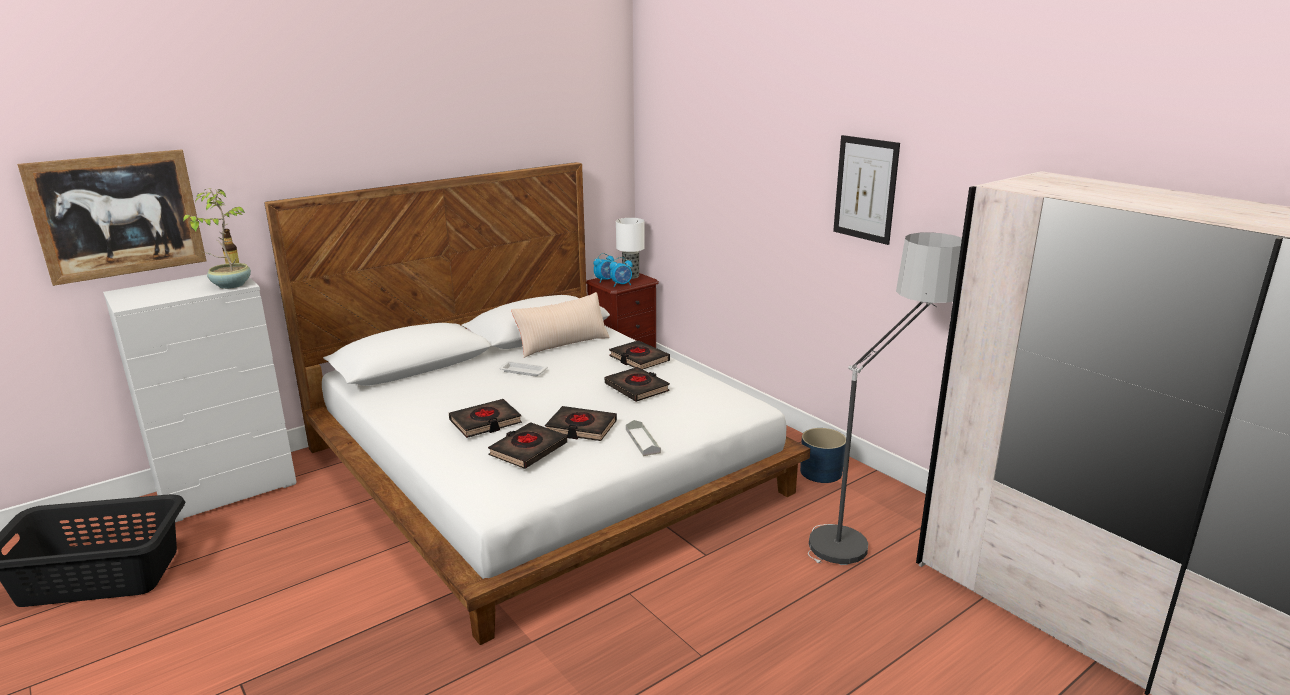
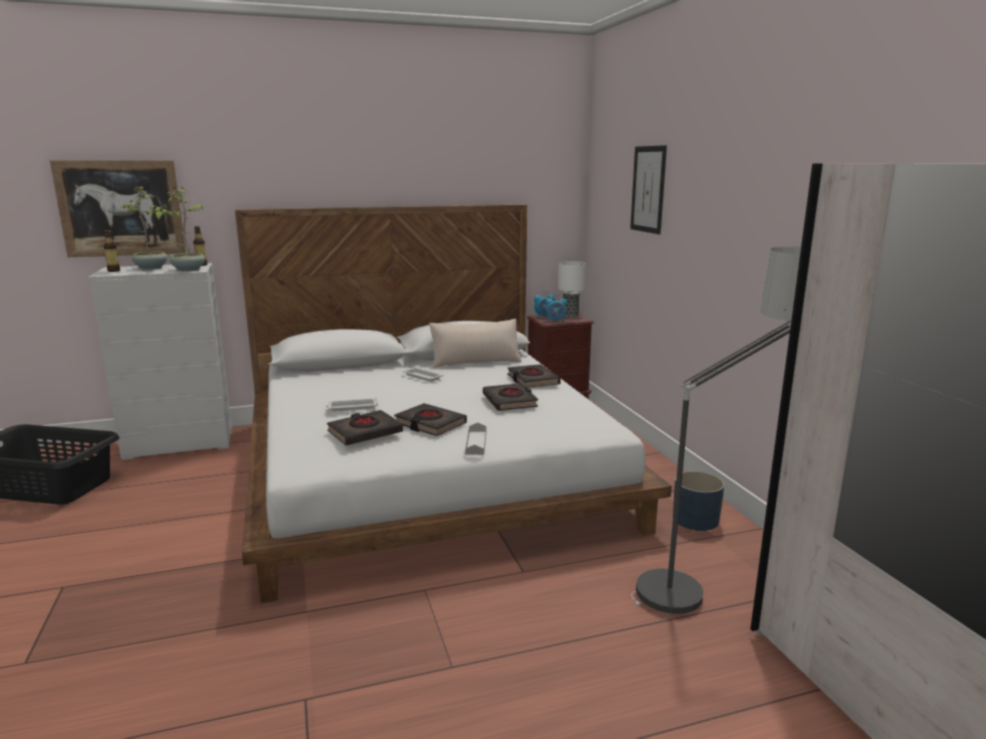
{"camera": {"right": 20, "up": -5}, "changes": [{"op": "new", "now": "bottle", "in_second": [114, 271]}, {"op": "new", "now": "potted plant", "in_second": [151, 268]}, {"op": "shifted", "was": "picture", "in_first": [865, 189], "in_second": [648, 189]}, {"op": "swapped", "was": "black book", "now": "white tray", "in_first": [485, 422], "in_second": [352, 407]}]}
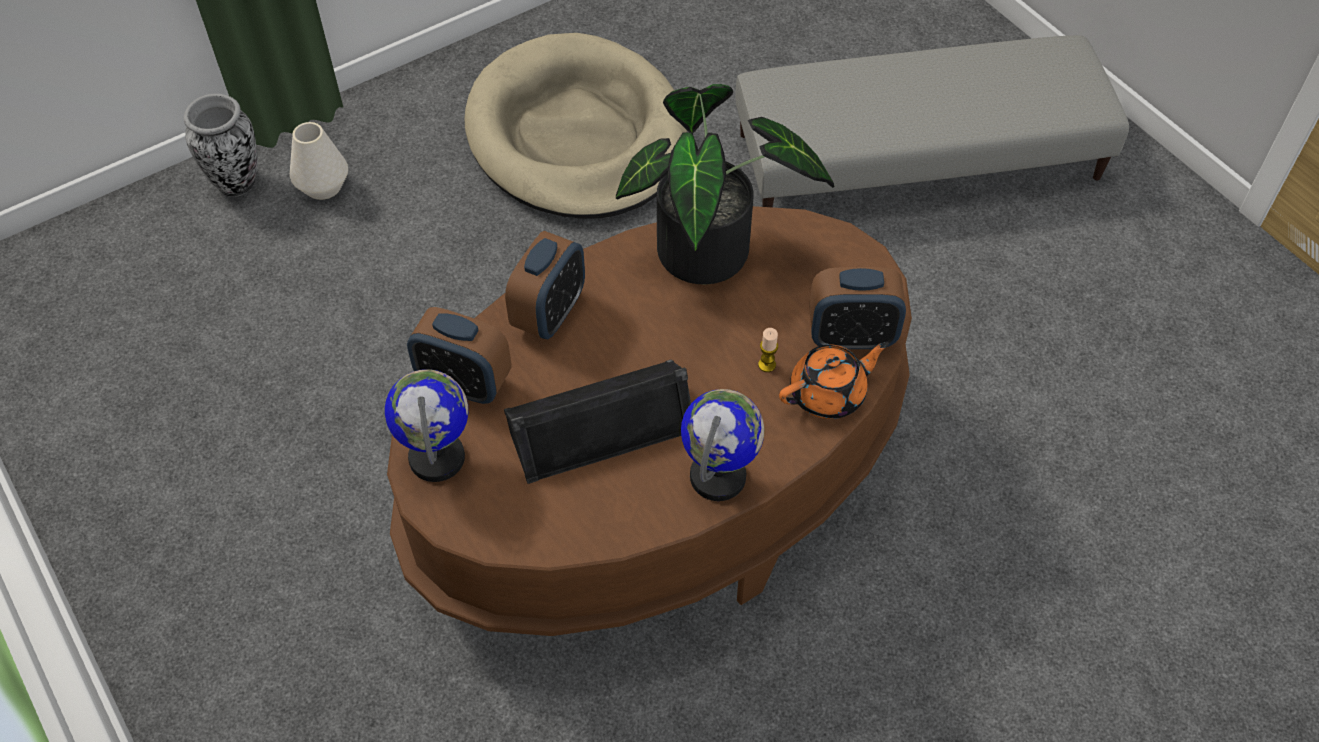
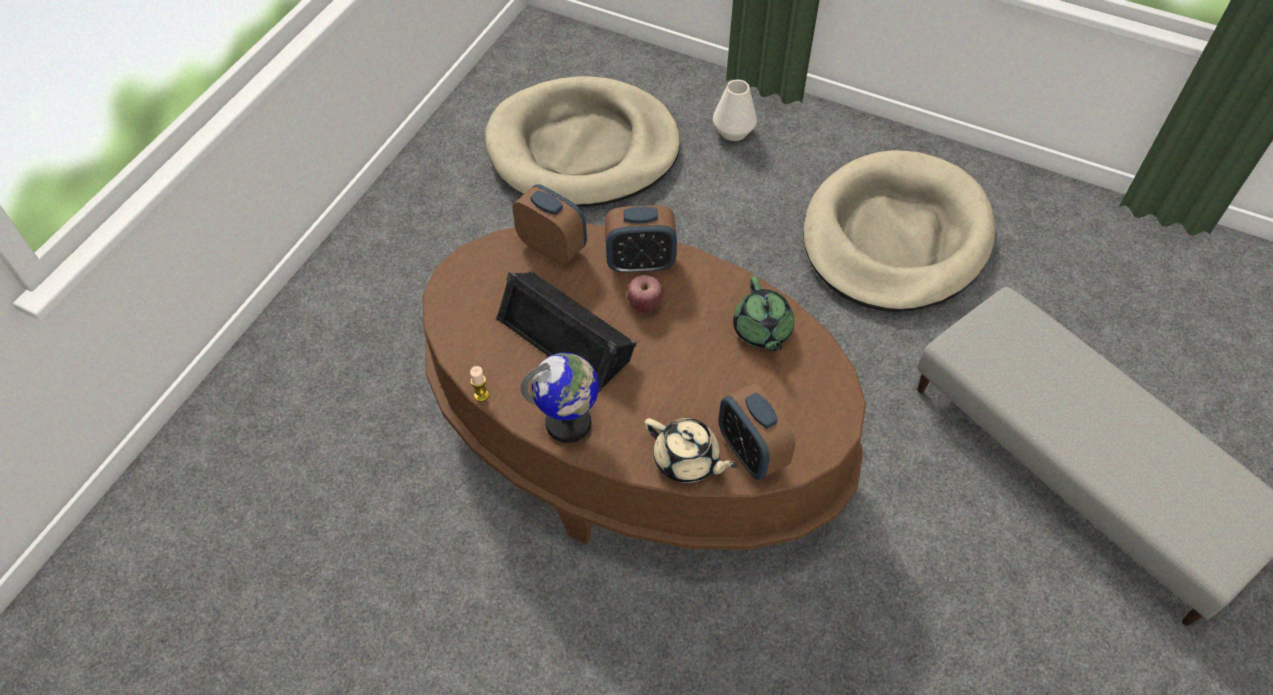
{"camera": {"right": 60, "up": 0}, "changes": [{"op": "gone", "was": "vase", "in_first": [238, 183]}, {"op": "gone", "was": "globe", "in_first": [437, 457]}, {"op": "new", "now": "beige dog bed", "in_second": [583, 149]}, {"op": "new", "now": "apple", "in_second": [645, 304]}, {"op": "shifted", "was": "candle", "in_first": [767, 365], "in_second": [481, 395]}, {"op": "swapped", "was": "potted plant", "now": "green teapot", "in_first": [713, 256], "in_second": [762, 330]}, {"op": "repainted", "was": "orange teapot", "now": "beige teapot", "in_first": [829, 393], "in_second": [687, 460]}, {"op": "rotated", "was": "alarm clock", "in_first": [464, 383], "in_second": [552, 247], "clockwise": 135}]}
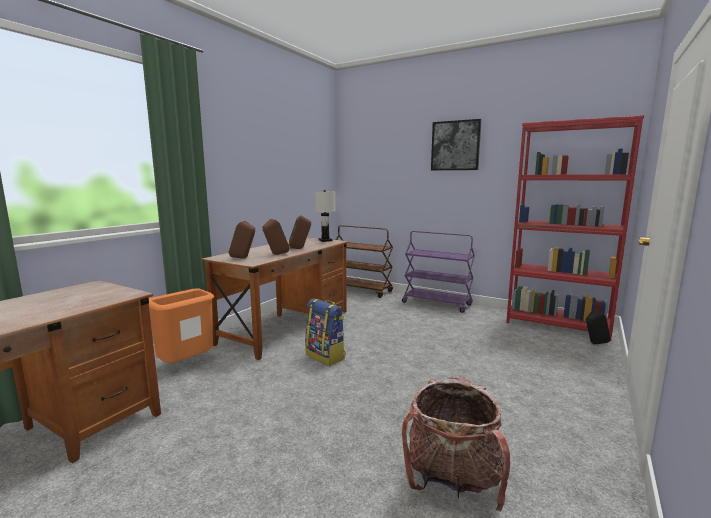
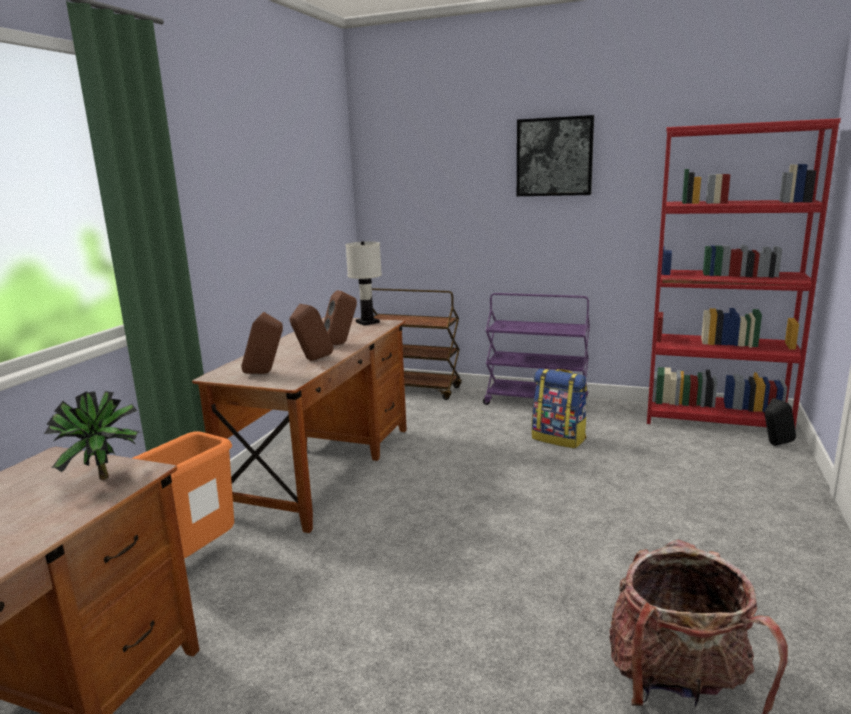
{"camera": {"right": -10, "up": 5}, "changes": [{"op": "new", "now": "potted plant", "in_second": [104, 480]}, {"op": "shifted", "was": "backpack", "in_first": [326, 356], "in_second": [559, 439]}]}
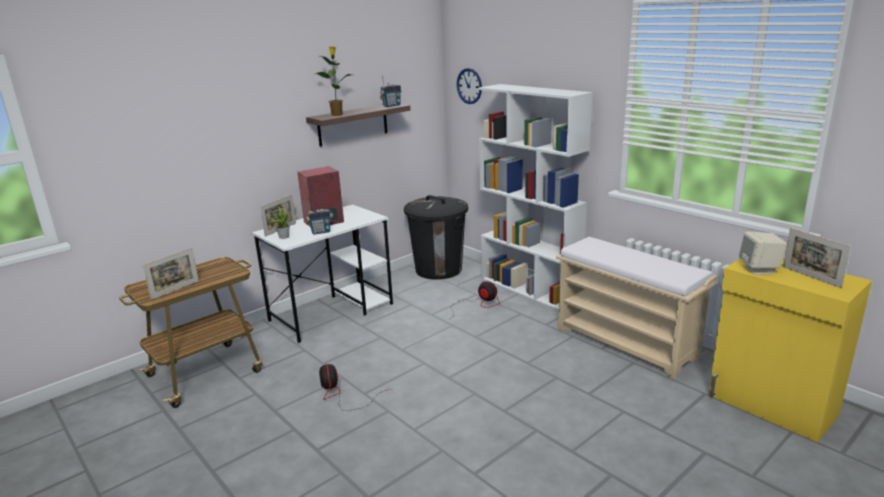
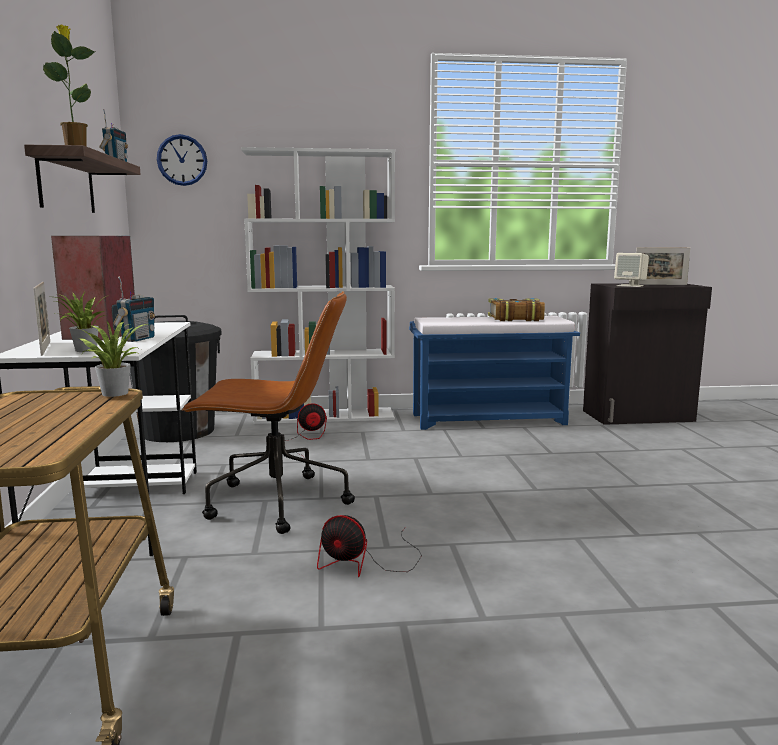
{"camera": {"right": -55, "up": -10}, "changes": [{"op": "gone", "was": "picture frame", "in_first": [175, 290]}, {"op": "new", "now": "potted plant", "in_second": [114, 393]}, {"op": "new", "now": "brown office chair", "in_second": [275, 503]}, {"op": "new", "now": "book", "in_second": [514, 318]}, {"op": "repainted", "was": "beige bench", "now": "blue bench", "in_first": [627, 343], "in_second": [489, 419]}, {"op": "repainted", "was": "yellow cabinet", "now": "black cabinet", "in_first": [771, 406], "in_second": [639, 416]}]}
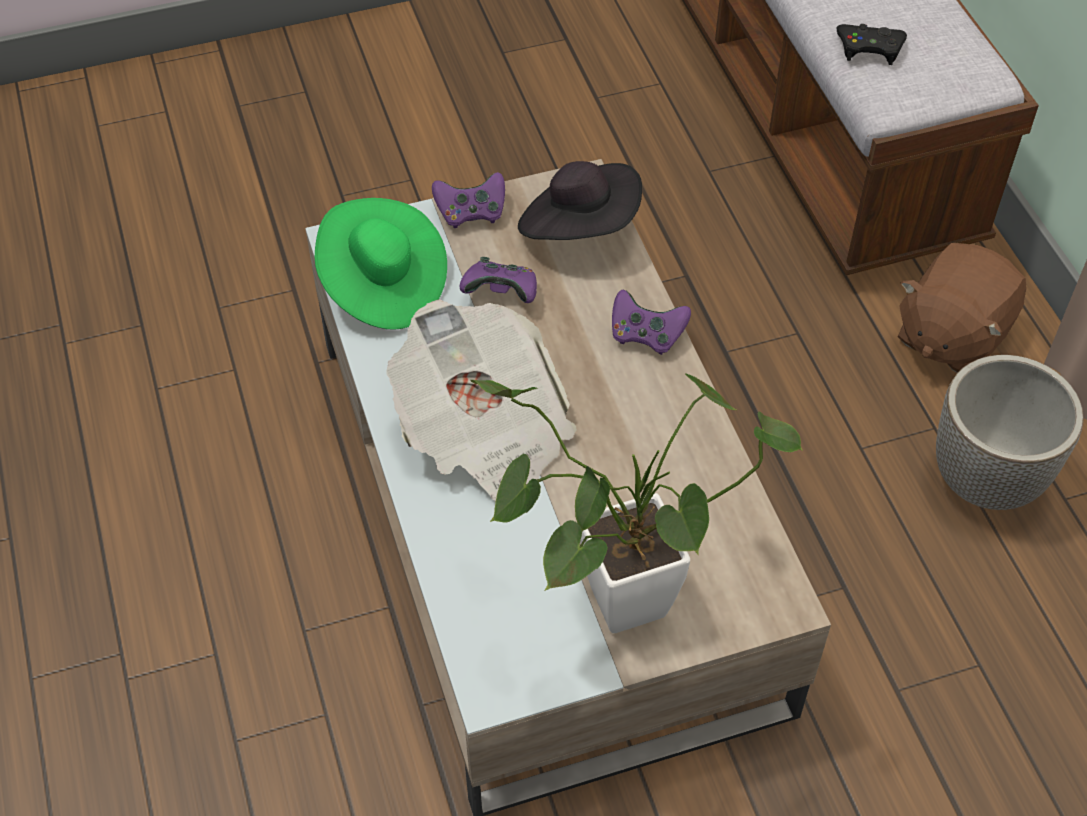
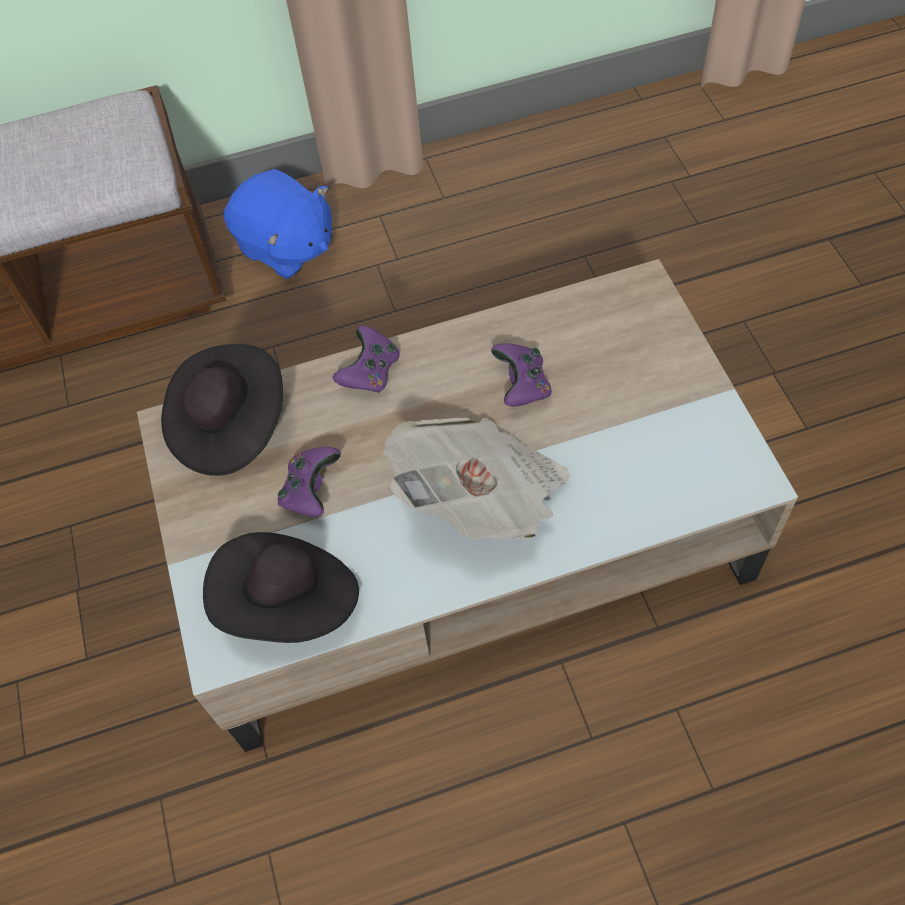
{"camera": {"right": -85, "up": 5}, "changes": [{"op": "gone", "was": "potted plant", "in_first": [609, 607]}, {"op": "gone", "was": "black game controller", "in_first": [869, 48]}, {"op": "gone", "was": "planter", "in_first": [987, 480]}, {"op": "shifted", "was": "purple game controller", "in_first": [471, 213], "in_second": [522, 386]}, {"op": "repainted", "was": "green hat", "now": "black hat", "in_first": [382, 285], "in_second": [290, 603]}, {"op": "repainted", "was": "brown plush toy", "now": "blue plush toy", "in_first": [950, 335], "in_second": [286, 248]}]}
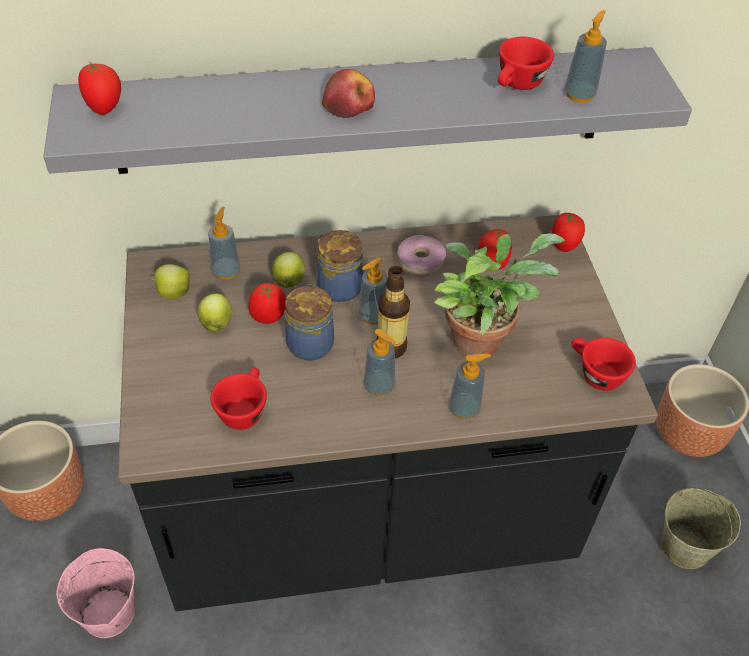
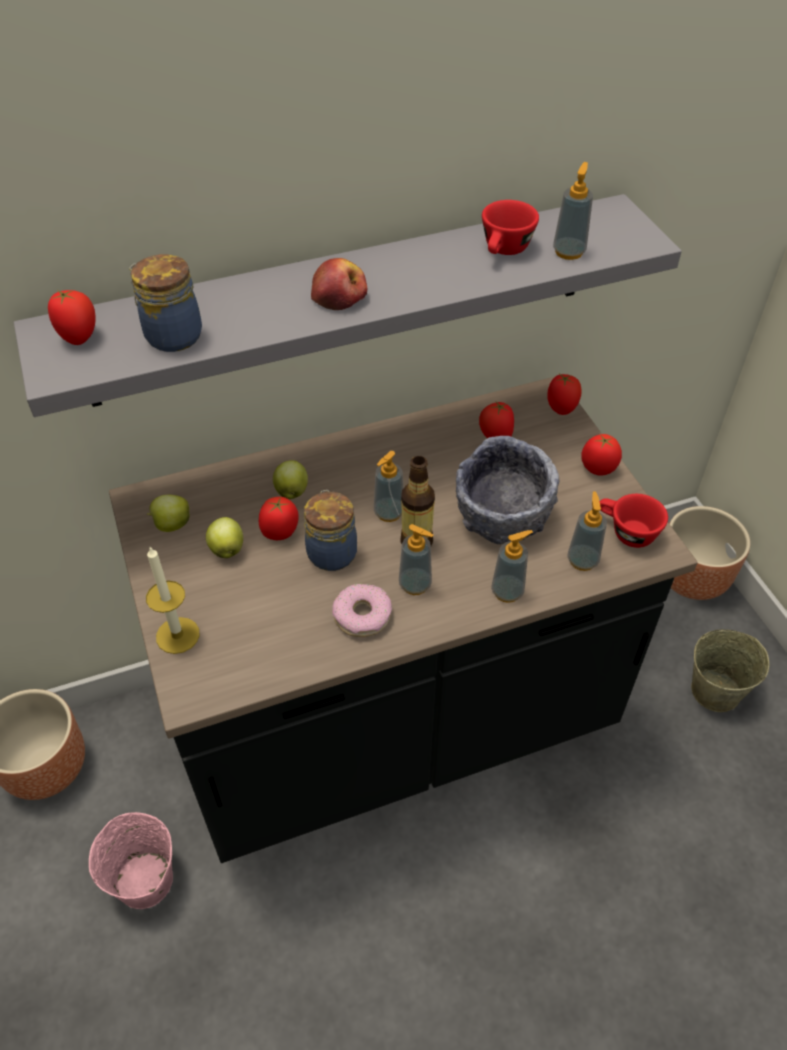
{"camera": {"right": -10, "up": 0}, "changes": [{"op": "gone", "was": "red cup", "in_first": [243, 409]}, {"op": "new", "now": "candle", "in_second": [177, 635]}, {"op": "new", "now": "tomato", "in_second": [598, 469]}, {"op": "shifted", "was": "soap dispenser", "in_first": [226, 271], "in_second": [582, 560]}, {"op": "shifted", "was": "jar", "in_first": [338, 286], "in_second": [171, 335]}, {"op": "shifted", "was": "donut", "in_first": [420, 260], "in_second": [362, 615]}, {"op": "swapped", "was": "potted plant", "now": "grey bowl", "in_first": [480, 337], "in_second": [503, 516]}]}
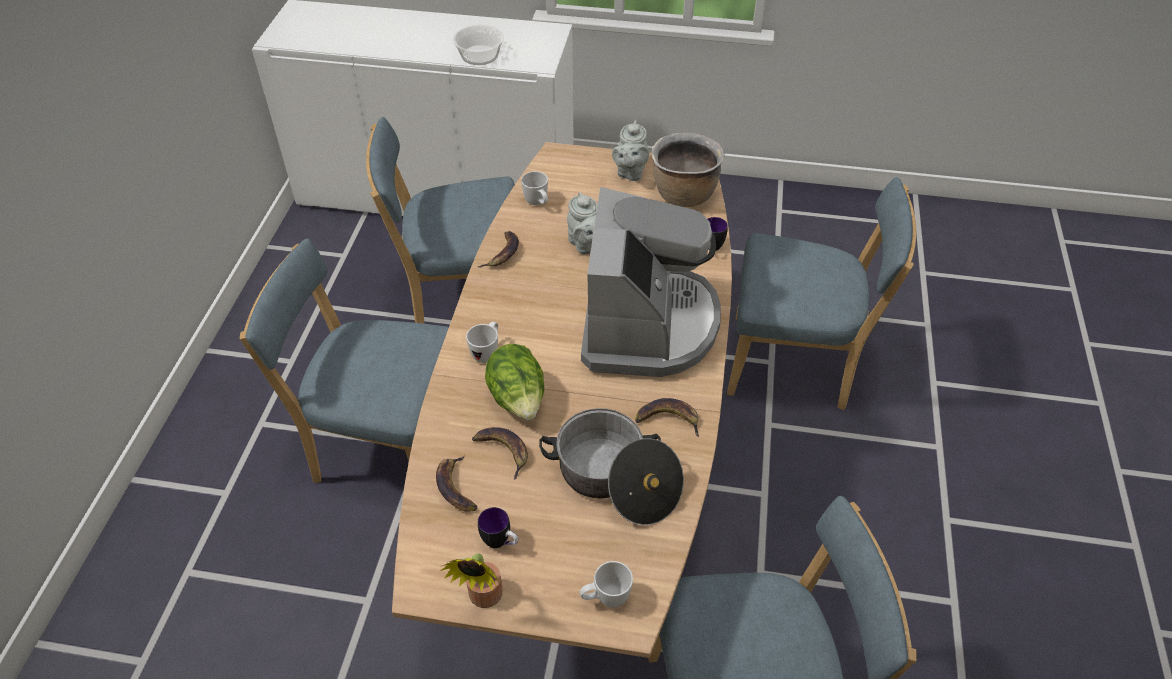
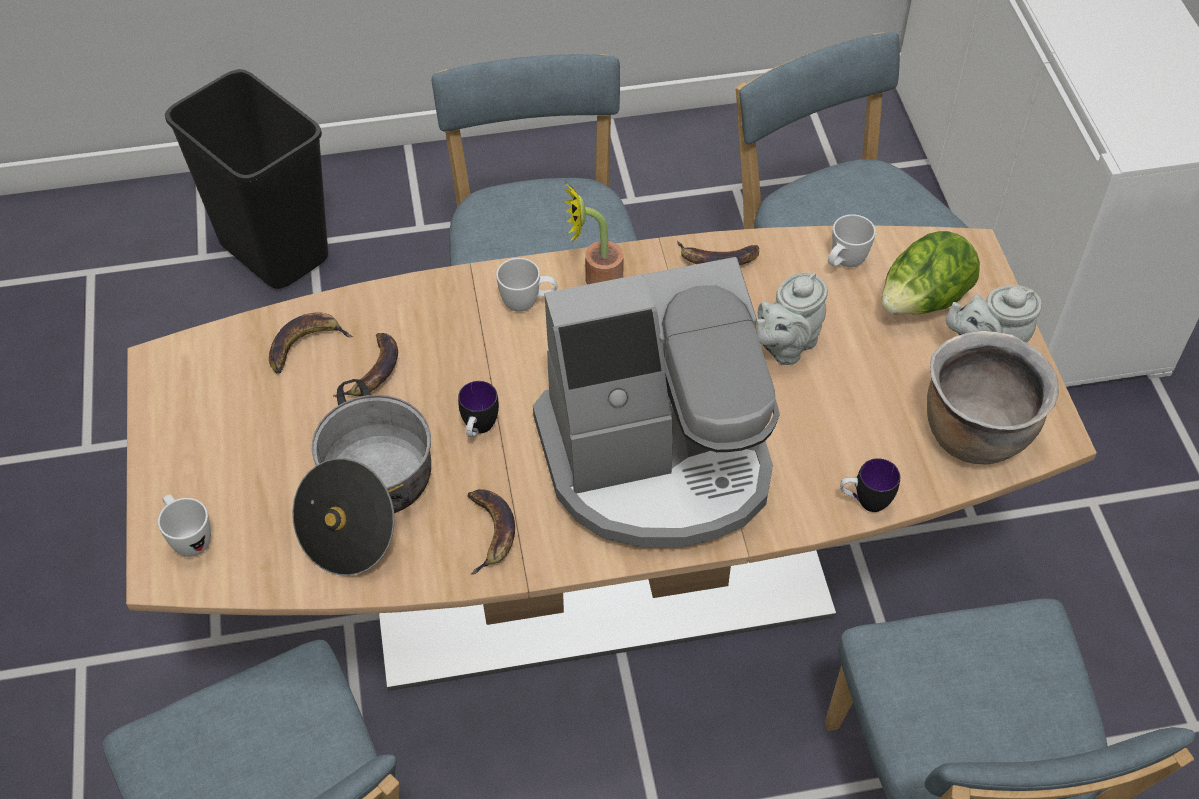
{"camera": {"right": 70, "up": 5}, "changes": [{"op": "gone", "was": "bowl", "in_first": [480, 55]}, {"op": "new", "now": "black trash can", "in_second": [272, 251]}, {"op": "shifted", "was": "potted plant", "in_first": [483, 599], "in_second": [595, 279]}, {"op": "shifted", "was": "mug", "in_first": [500, 543], "in_second": [478, 430]}, {"op": "shifted", "was": "lettuce", "in_first": [518, 399], "in_second": [922, 302]}]}
